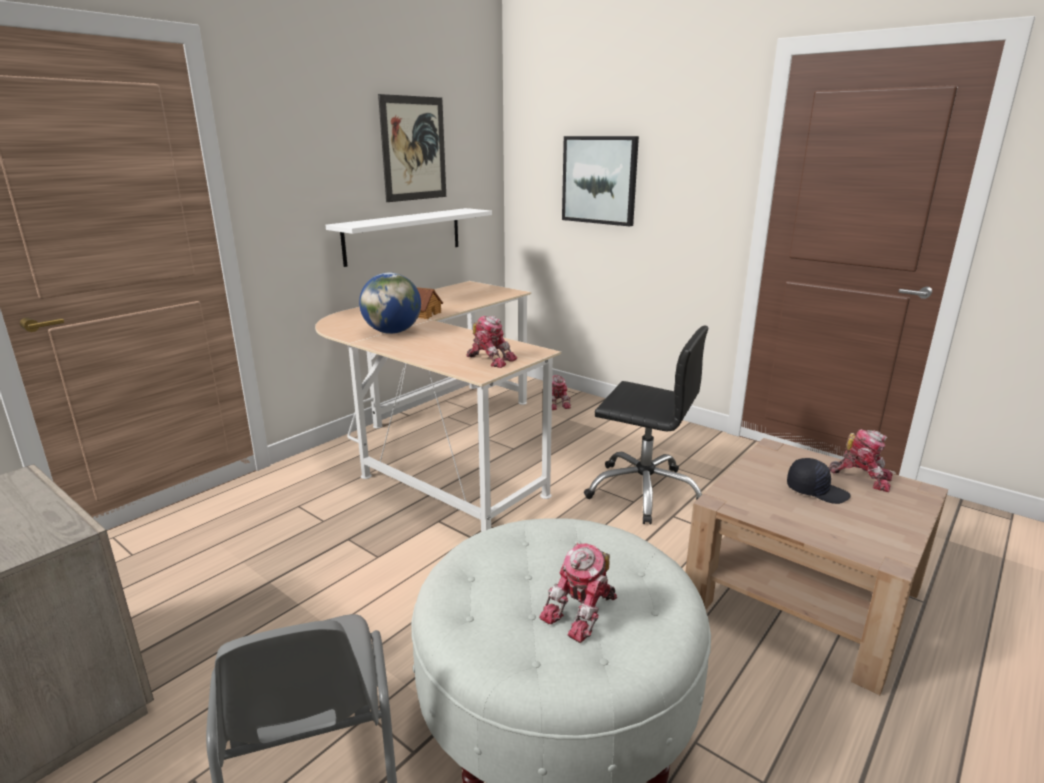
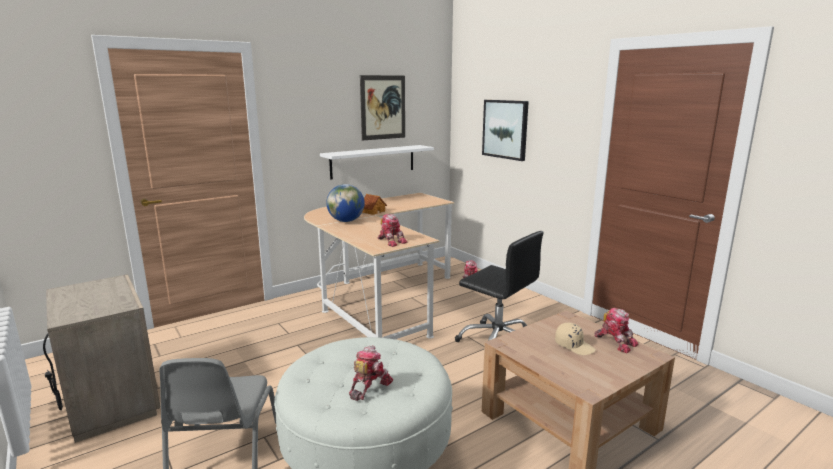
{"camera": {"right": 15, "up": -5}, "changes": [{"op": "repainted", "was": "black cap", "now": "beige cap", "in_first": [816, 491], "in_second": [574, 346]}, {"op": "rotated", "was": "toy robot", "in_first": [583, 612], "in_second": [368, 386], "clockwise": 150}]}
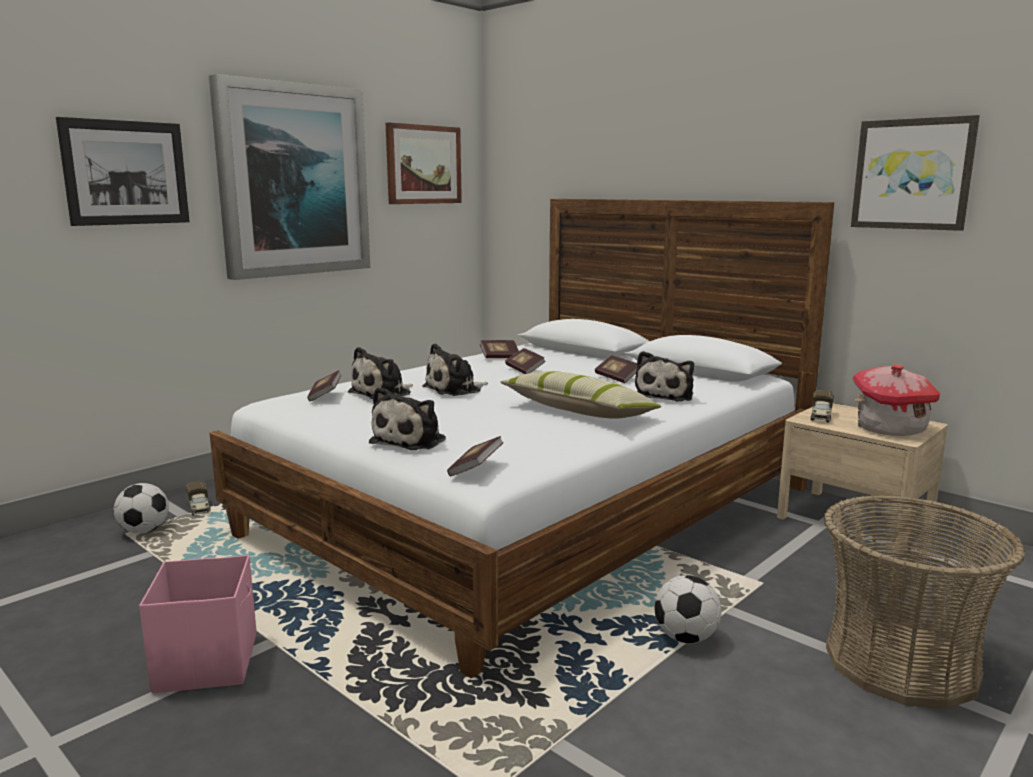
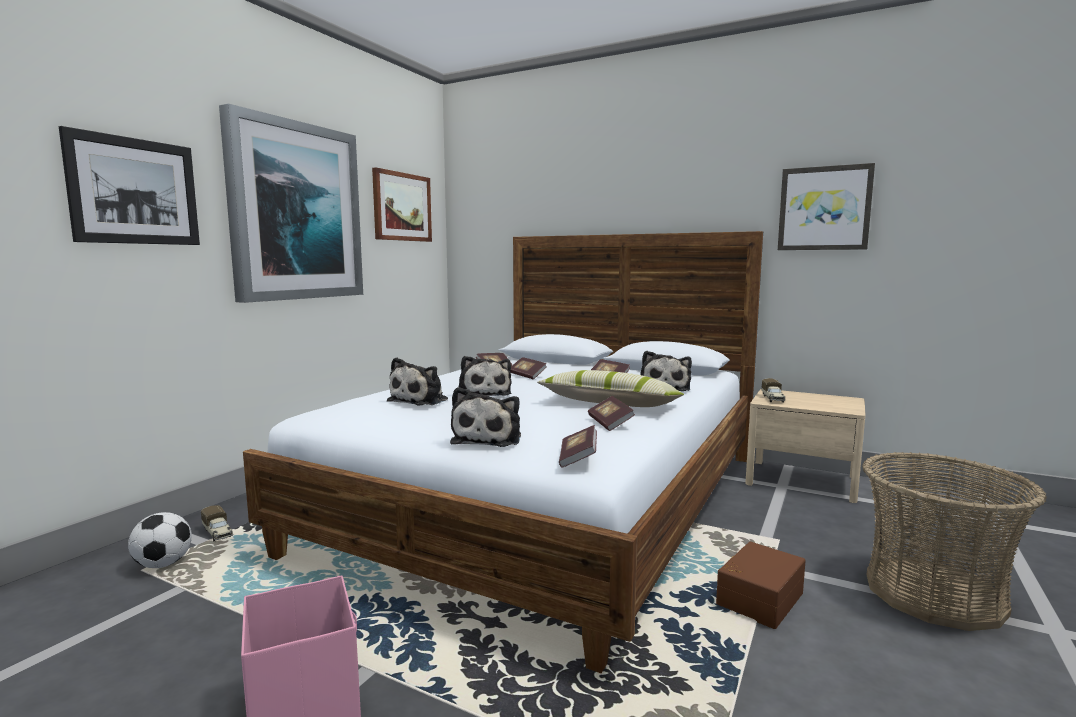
{"camera": {"right": -15, "up": -5}, "changes": [{"op": "gone", "was": "toy house", "in_first": [890, 428]}, {"op": "shifted", "was": "book", "in_first": [325, 395], "in_second": [610, 423]}, {"op": "swapped", "was": "football", "now": "brown storage box", "in_first": [685, 638], "in_second": [757, 598]}, {"op": "rotated", "was": "plush toy", "in_first": [455, 389], "in_second": [483, 393], "clockwise": -60}]}
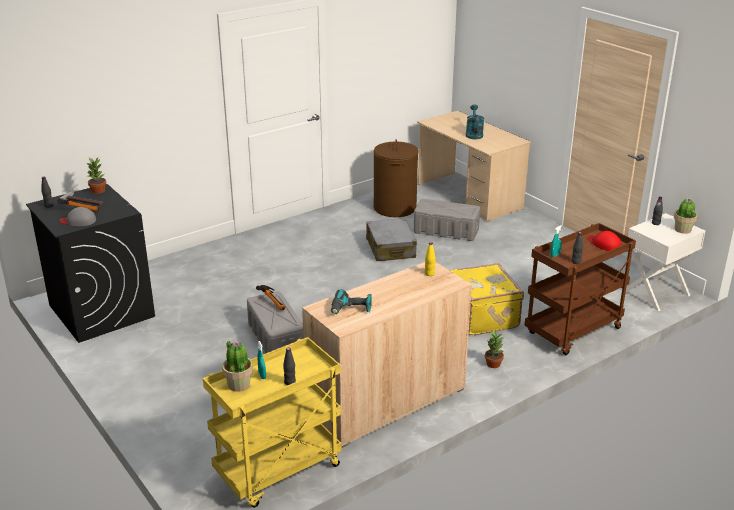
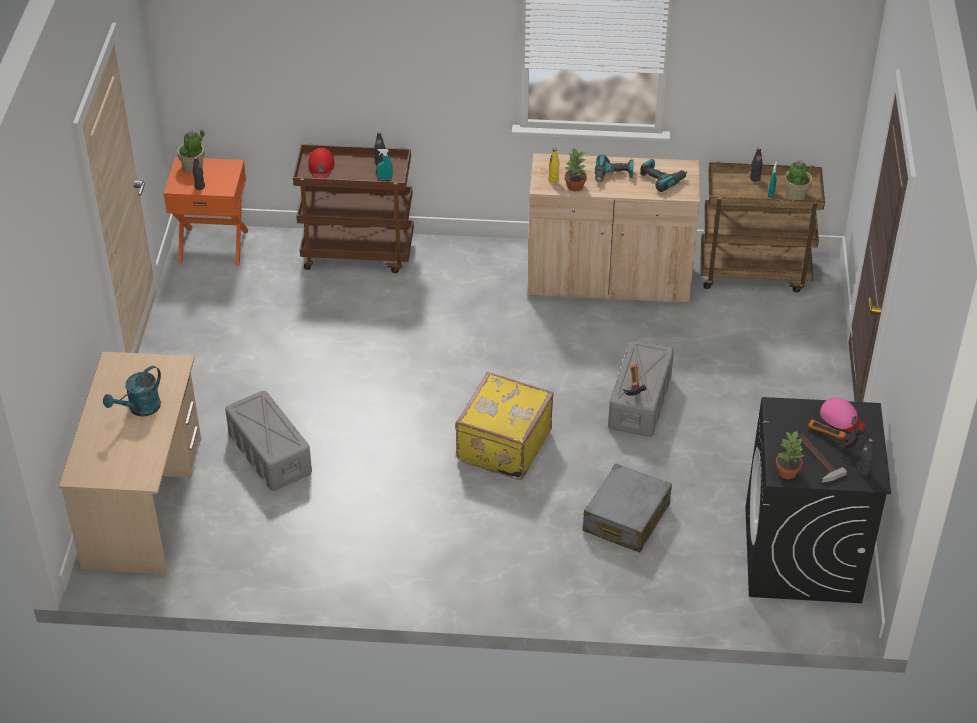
{"camera": {"right": -140, "up": 15}, "changes": [{"op": "gone", "was": "brown laundry basket", "in_first": [395, 208]}, {"op": "new", "now": "power drill", "in_second": [613, 175]}, {"op": "shifted", "was": "grey suitcase", "in_first": [390, 248], "in_second": [626, 518]}, {"op": "shifted", "was": "yellow suitcase", "in_first": [484, 316], "in_second": [502, 445]}, {"op": "shifted", "was": "potted plant", "in_first": [493, 364], "in_second": [575, 186]}, {"op": "repainted", "was": "grey cap", "now": "pink cap", "in_first": [78, 221], "in_second": [842, 418]}, {"op": "repainted", "was": "yellow cart", "now": "brown cart", "in_first": [278, 472], "in_second": [754, 271]}, {"op": "repainted", "was": "white nightstand", "now": "orange nightstand", "in_first": [656, 293], "in_second": [213, 245]}]}
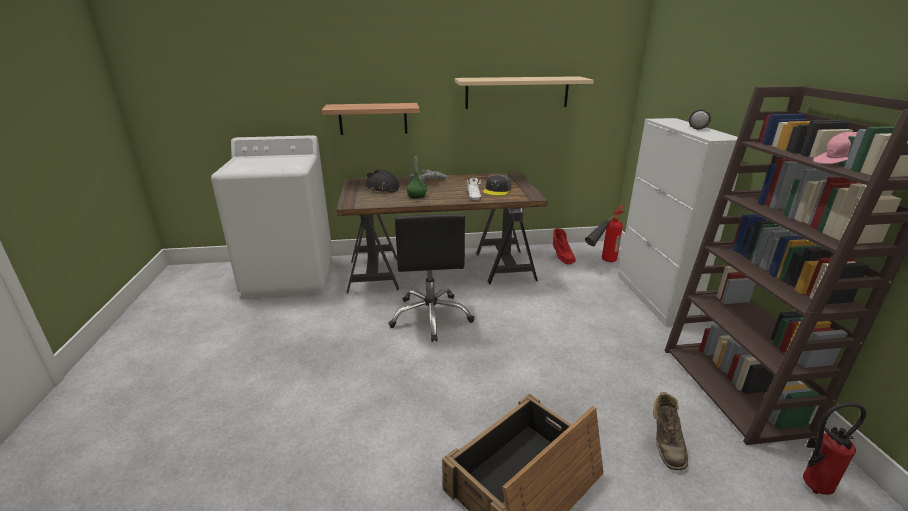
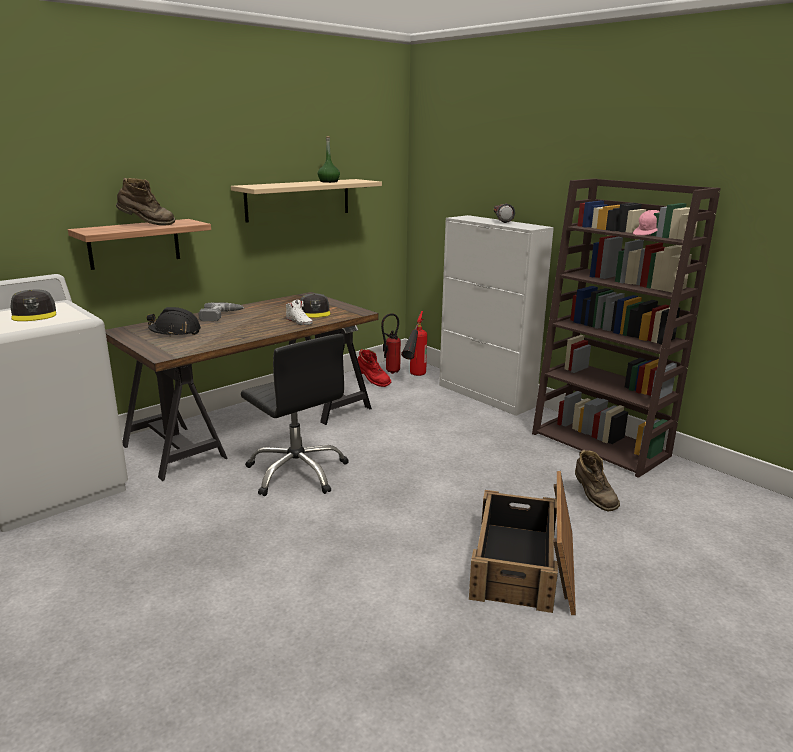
{"camera": {"right": -35, "up": -5}, "changes": [{"op": "new", "now": "grey cap", "in_second": [34, 314]}, {"op": "new", "now": "brown boot", "in_second": [147, 224]}, {"op": "shifted", "was": "green bottle", "in_first": [416, 196], "in_second": [329, 182]}, {"op": "shifted", "was": "fire extinguisher", "in_first": [810, 485], "in_second": [390, 372]}]}
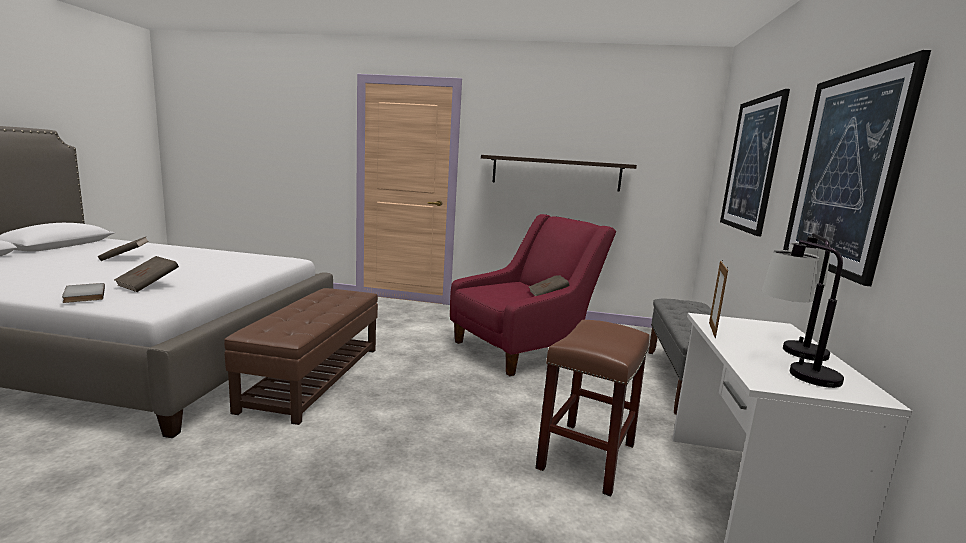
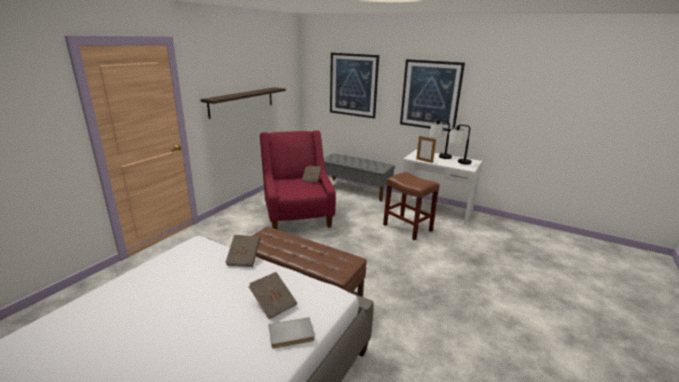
{"camera": {"right": -70, "up": 10}, "changes": [{"op": "shifted", "was": "brown book", "in_first": [125, 258], "in_second": [244, 258]}]}
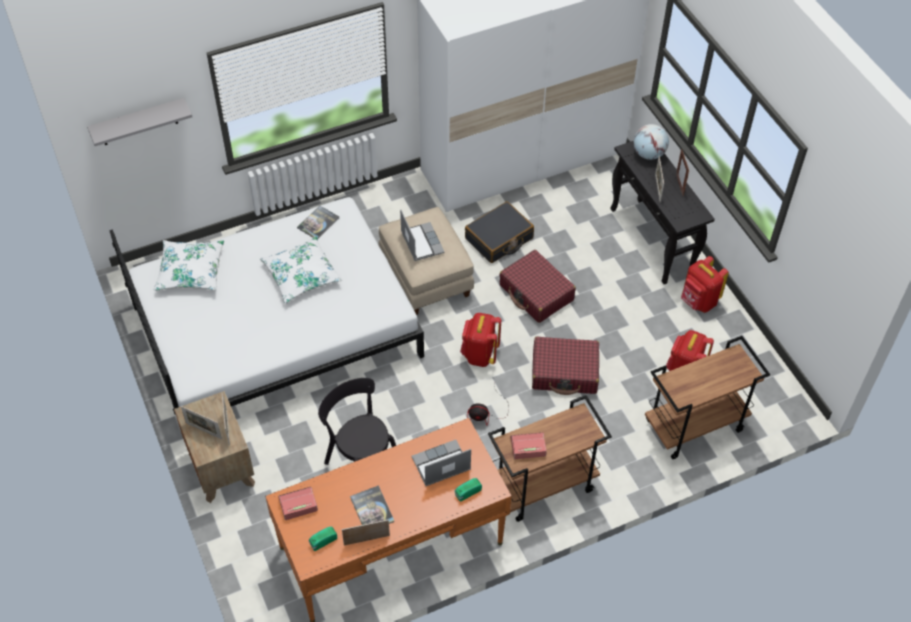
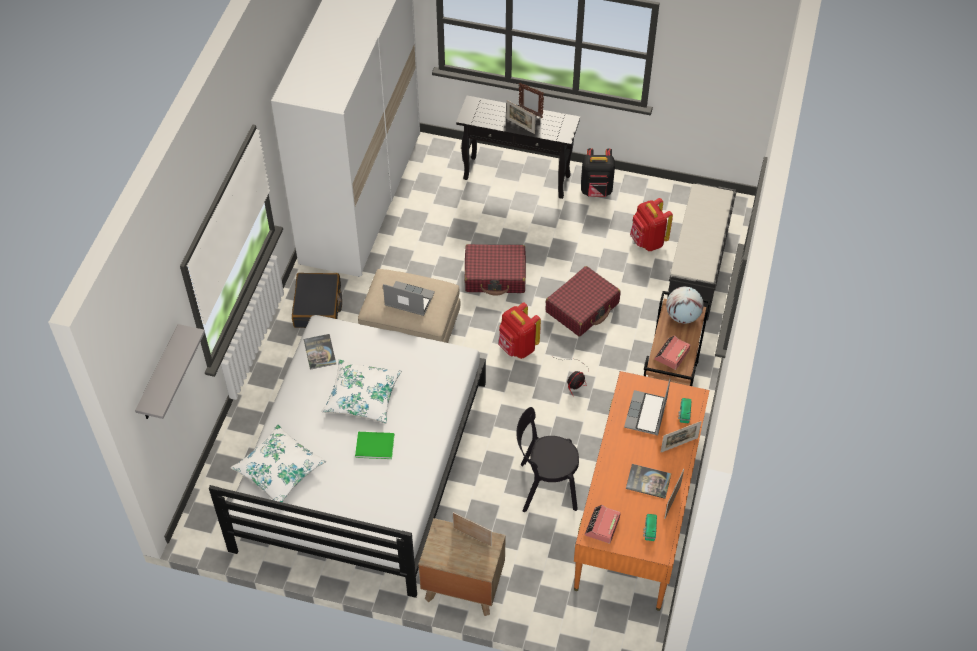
{"camera": {"right": -50, "up": 0}, "changes": [{"op": "new", "now": "green book", "in_second": [373, 445]}, {"op": "shifted", "was": "picture frame", "in_first": [203, 431], "in_second": [679, 445]}, {"op": "shifted", "was": "black suitcase", "in_first": [499, 239], "in_second": [318, 306]}, {"op": "shifted", "was": "globe", "in_first": [649, 154], "in_second": [682, 316]}, {"op": "swapped", "was": "brown cart", "now": "black bench", "in_first": [694, 427], "in_second": [697, 268]}, {"op": "repainted", "was": "red backpack", "now": "black backpack", "in_first": [698, 302], "in_second": [596, 191]}]}
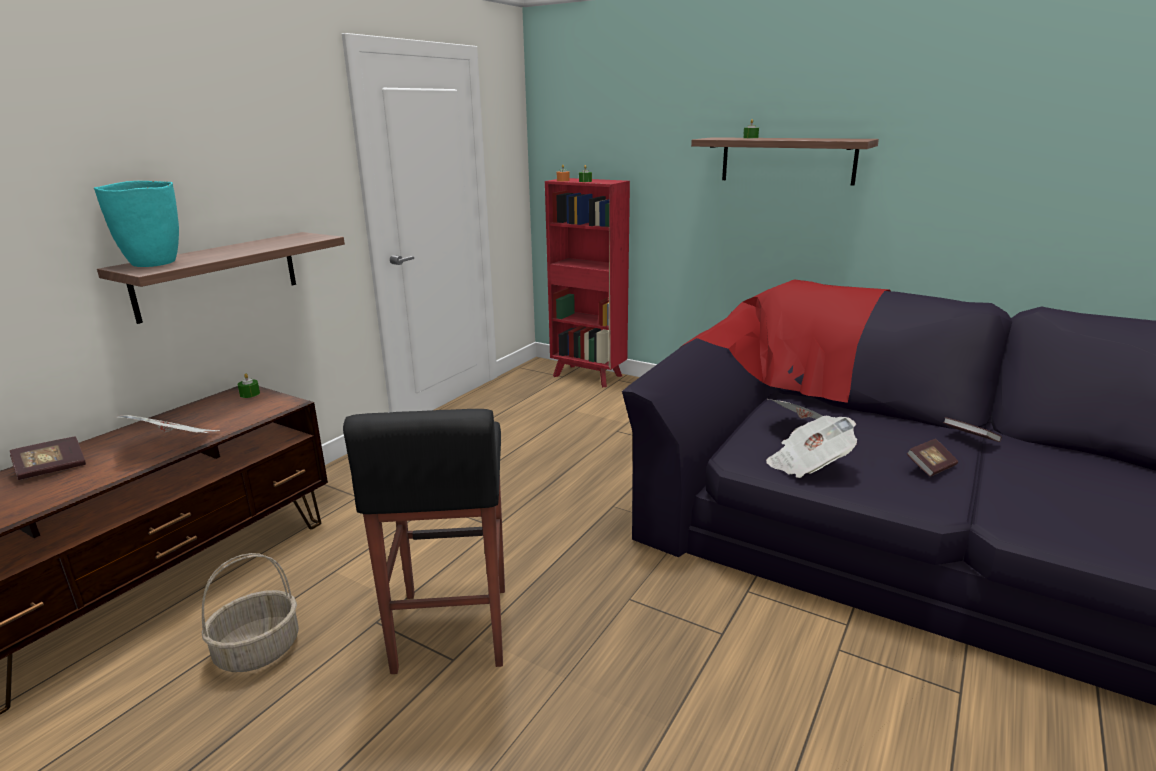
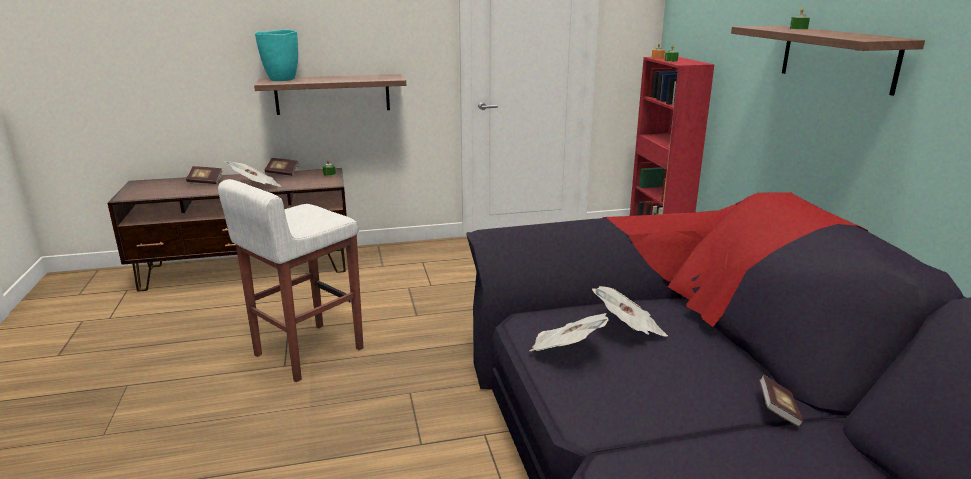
{"camera": {"right": 45, "up": 0}, "changes": [{"op": "gone", "was": "basket", "in_first": [258, 649]}, {"op": "shifted", "was": "book", "in_first": [930, 467], "in_second": [282, 173]}, {"op": "repainted", "was": "black stool", "now": "white stool", "in_first": [450, 629], "in_second": [307, 352]}]}
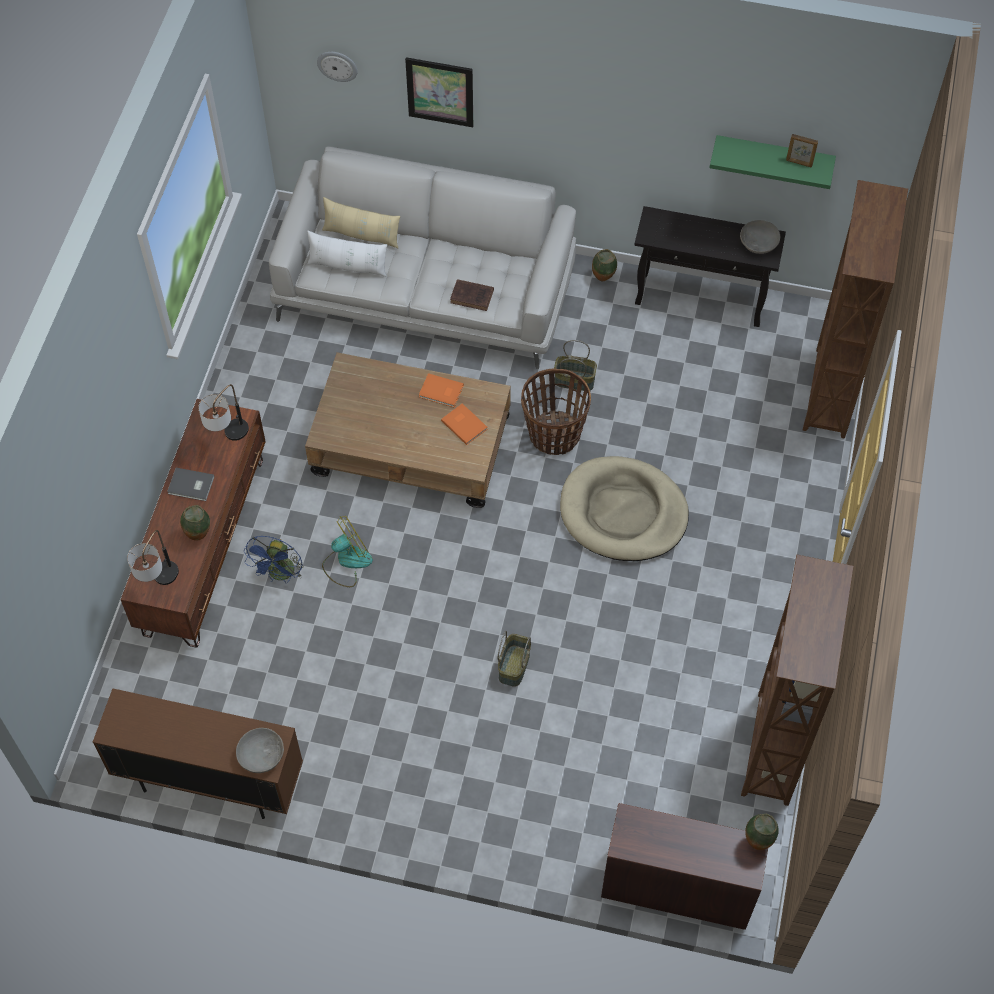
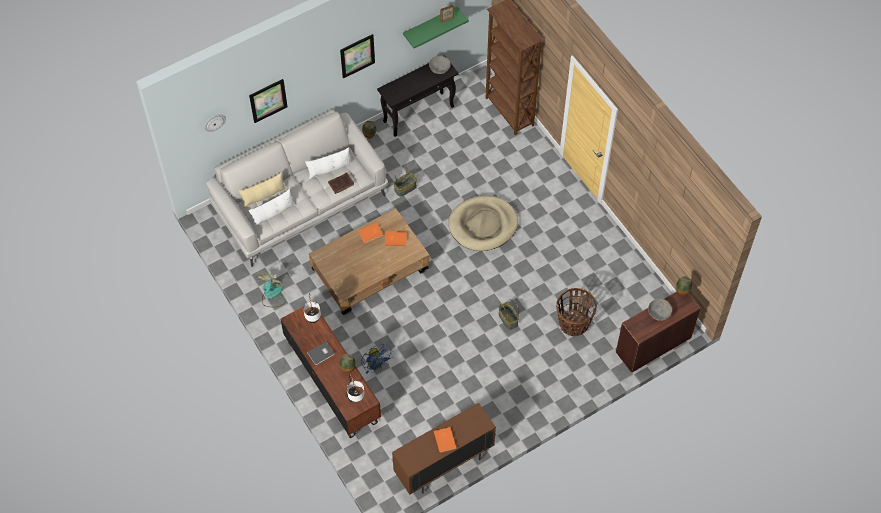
{"camera": {"right": -45, "up": 0}, "changes": [{"op": "gone", "was": "brown bookcase", "in_first": [771, 749]}, {"op": "new", "now": "white pillow", "in_second": [329, 169]}, {"op": "new", "now": "picture", "in_second": [357, 55]}, {"op": "new", "now": "orange book", "in_second": [445, 439]}, {"op": "shifted", "was": "grey bowl", "in_first": [261, 755], "in_second": [659, 312]}, {"op": "shifted", "was": "fan", "in_first": [347, 561], "in_second": [272, 295]}, {"op": "shifted", "was": "basket", "in_first": [554, 434], "in_second": [573, 324]}]}
